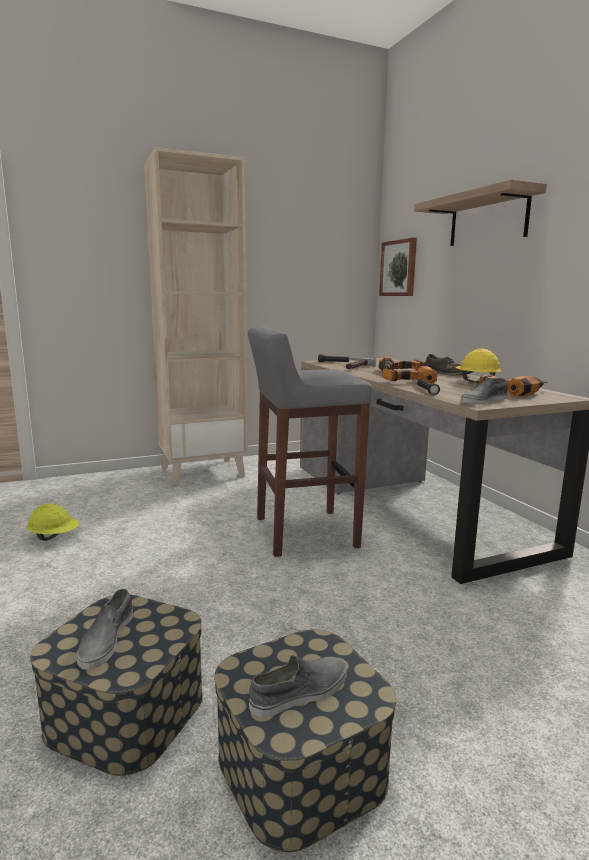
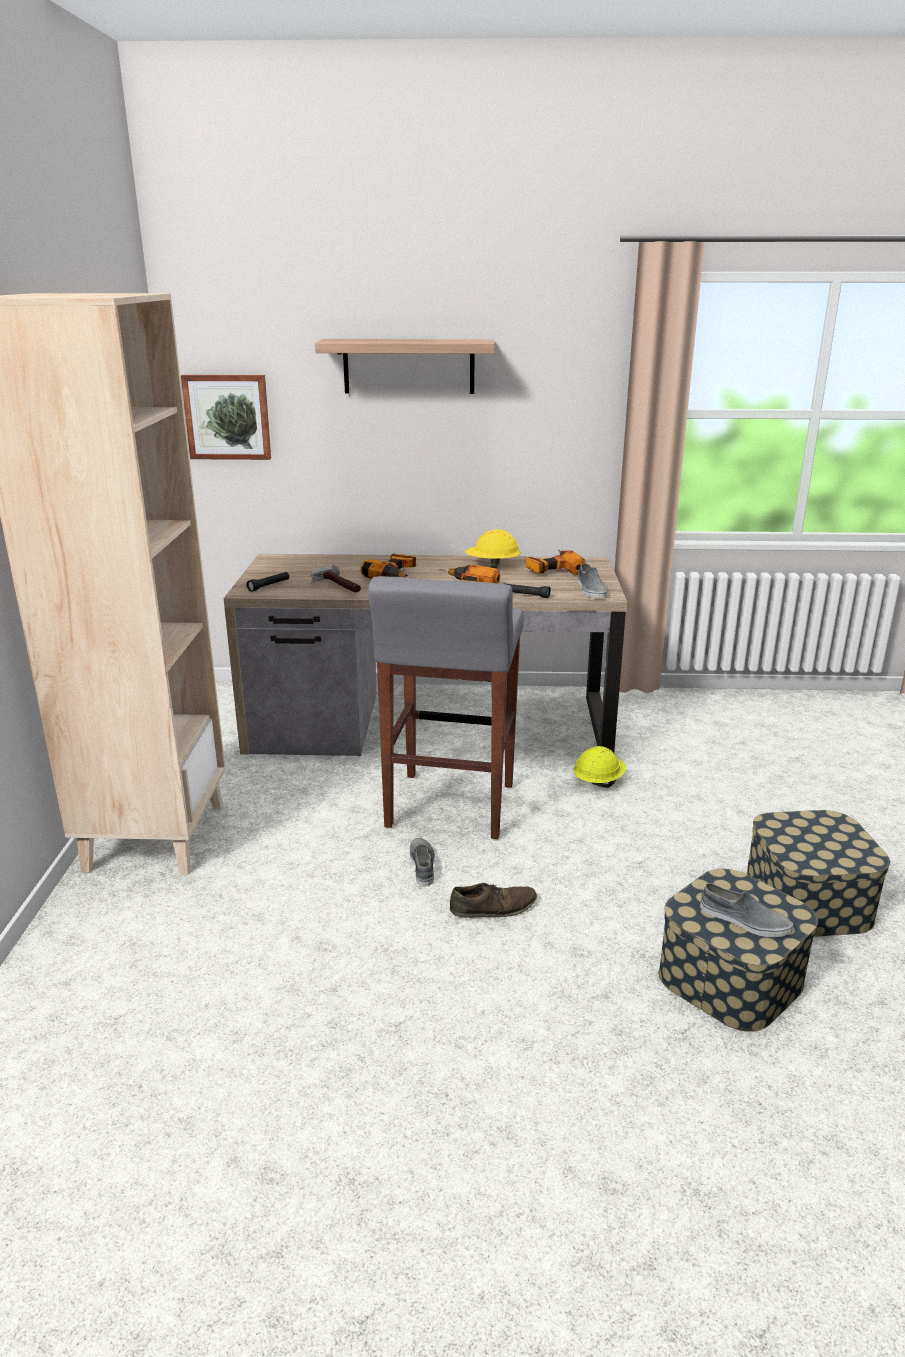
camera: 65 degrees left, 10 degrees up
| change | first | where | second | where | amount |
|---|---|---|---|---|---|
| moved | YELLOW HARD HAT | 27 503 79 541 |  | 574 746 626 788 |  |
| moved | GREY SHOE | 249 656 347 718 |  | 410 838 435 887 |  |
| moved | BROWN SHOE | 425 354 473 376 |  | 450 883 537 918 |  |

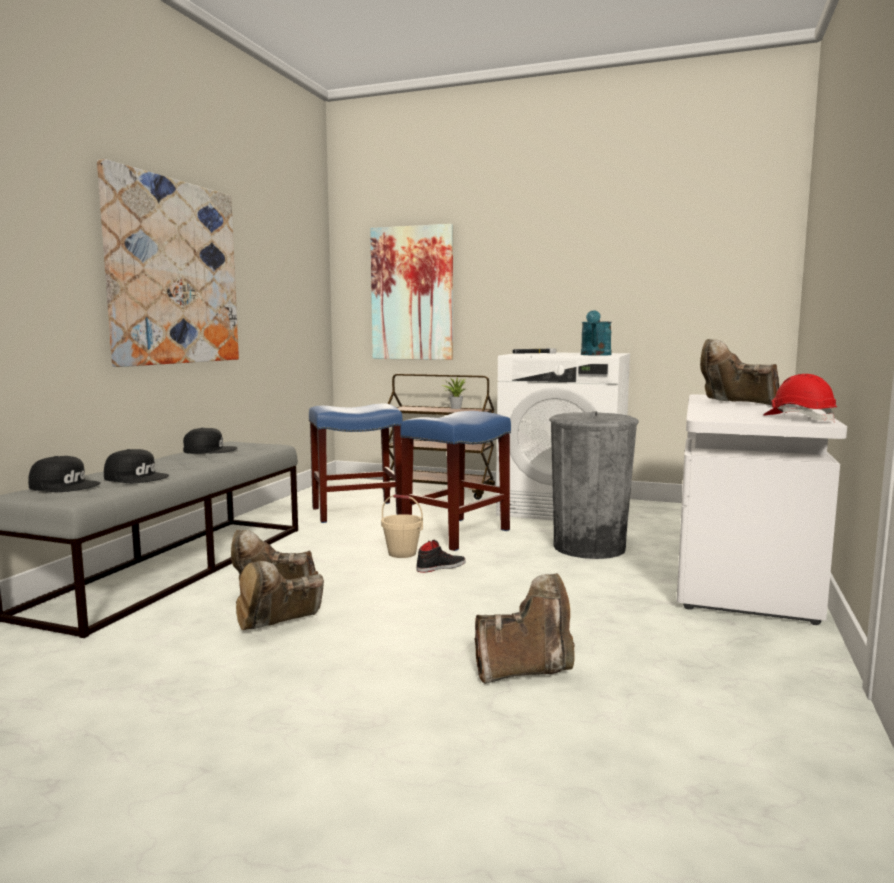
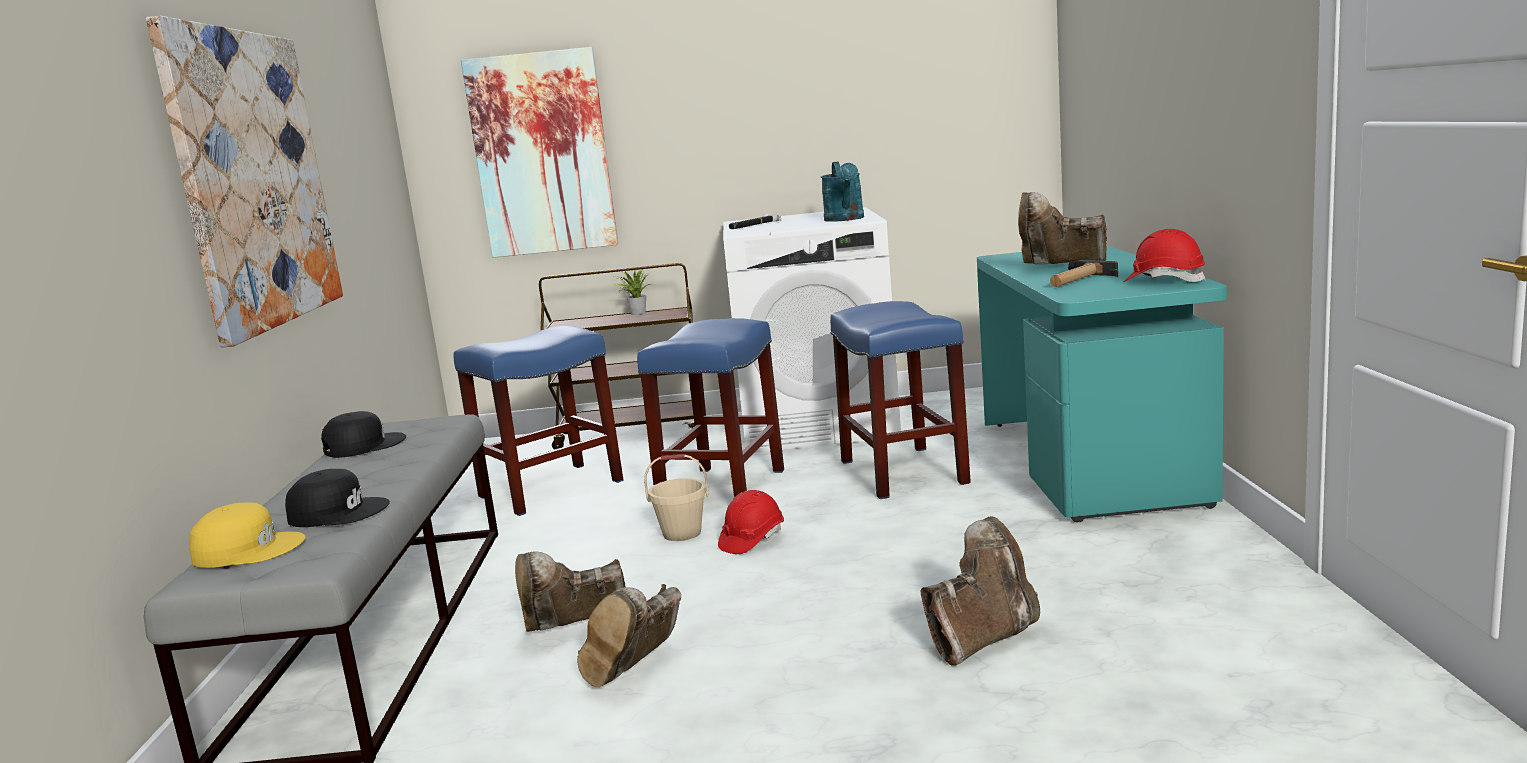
camera: 20 degrees left, 5 degrees up
| change | first | where | second | where | amount |
|---|---|---|---|---|---|
| added |  |  | HAMMER | 1050 260 1118 287 |  |
| replaced | BLACK SHOE | 416 540 466 573 | RED HARD HAT | 718 490 784 554 |  |
| replaced | GREY TRASH CAN | 549 411 639 559 | BLUE STOOL | 830 301 971 499 |  |
| recoloured | BLACK CAP | 28 456 101 492 | YELLOW CAP | 189 503 305 568 |  |
| recoloured | WHITE DESK | 677 394 847 625 | TURQUOISE DESK | 977 245 1227 522 |  |

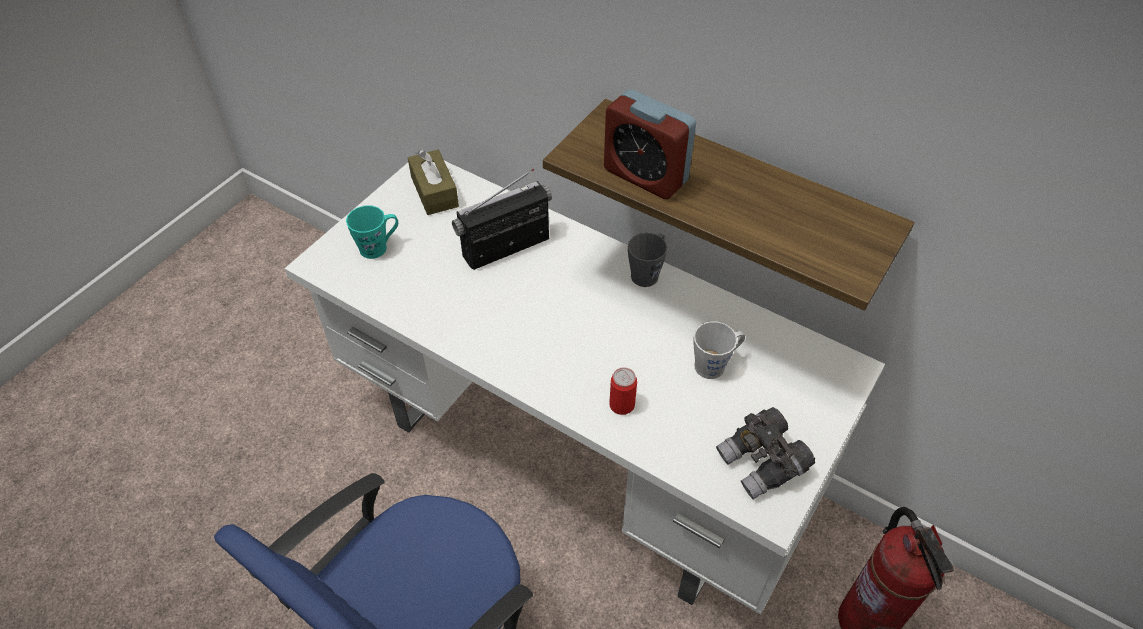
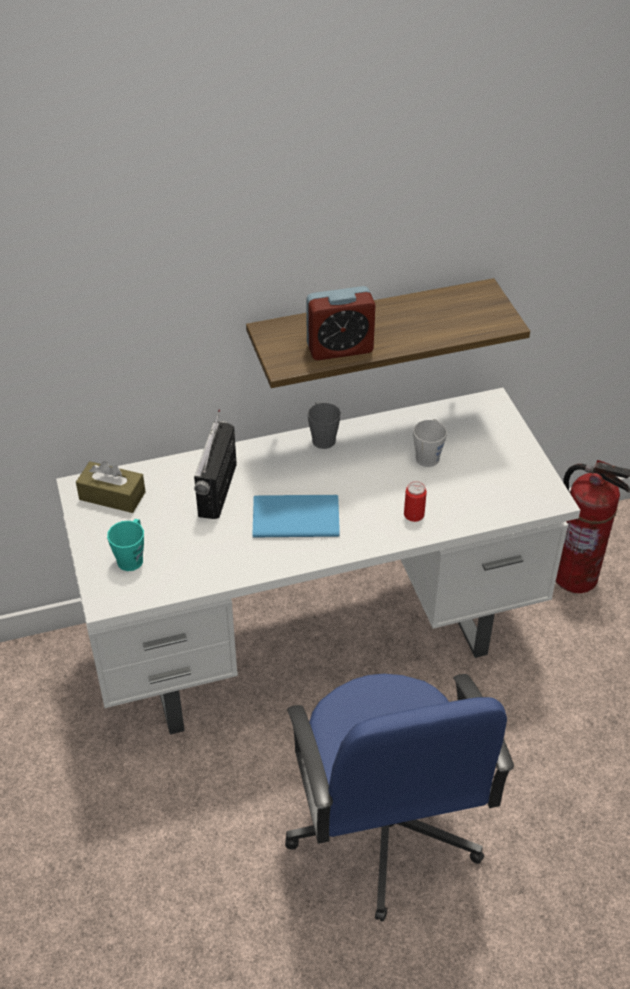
camera: 50 degrees left, 5 degrees down
| change | first | where | second | where | amount |
|---|---|---|---|---|---|
| removed | GREY BINOCULARS | 716 407 815 500 |  |  |  |
| added |  |  | BLUE BOOK | 253 495 340 537 |  |

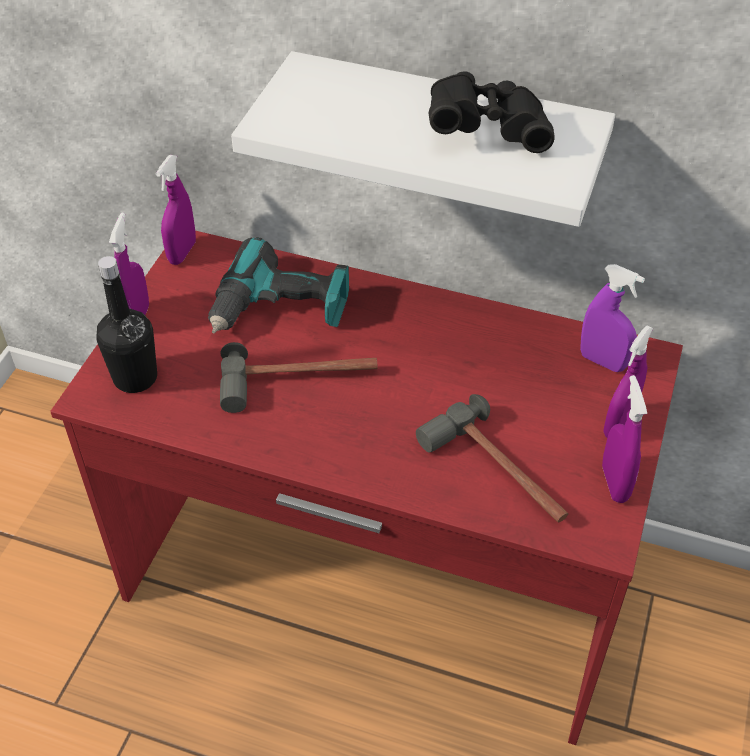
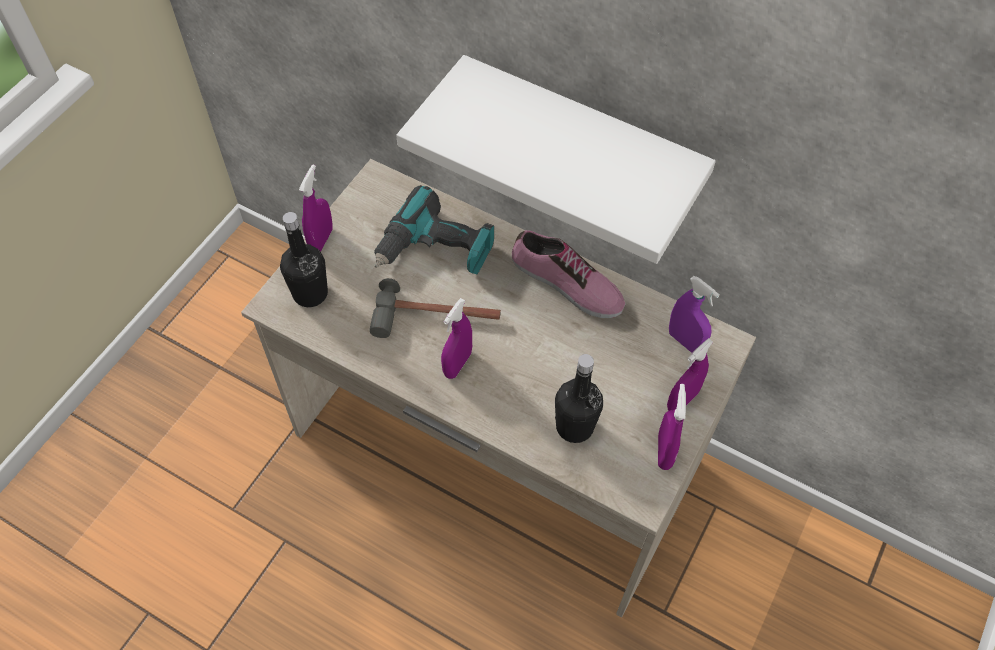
camera: 10 degrees right, 10 degrees up
| change | first | where | second | where | amount |
|---|---|---|---|---|---|
| removed | BLACK BINOCULARS | 429 71 555 153 |  |  |  |
| added |  |  | SHOE | 512 230 626 318 |  |
| moved | PURPLE SPRAY BOTTLE | 156 155 196 265 |  | 441 298 472 379 |  |
| replaced | HAMMER | 416 394 568 522 | BLACK BOTTLE | 555 354 603 443 |  |
| recoloured | RED DESK | 50 231 683 745 | BEIGE DESK | 241 159 756 618 |  |

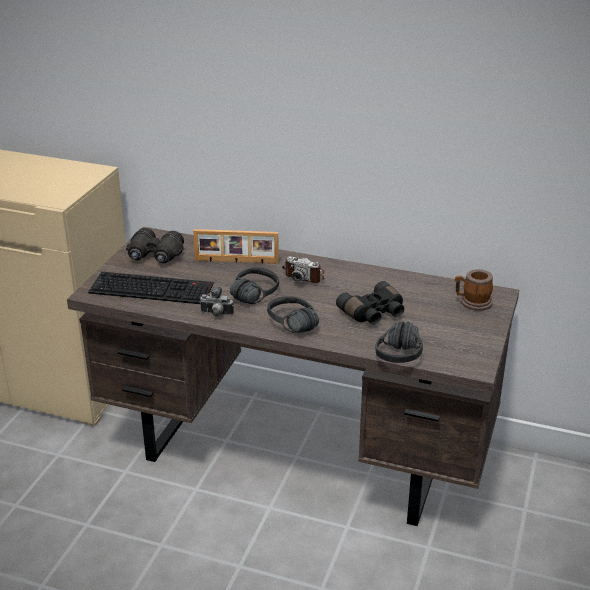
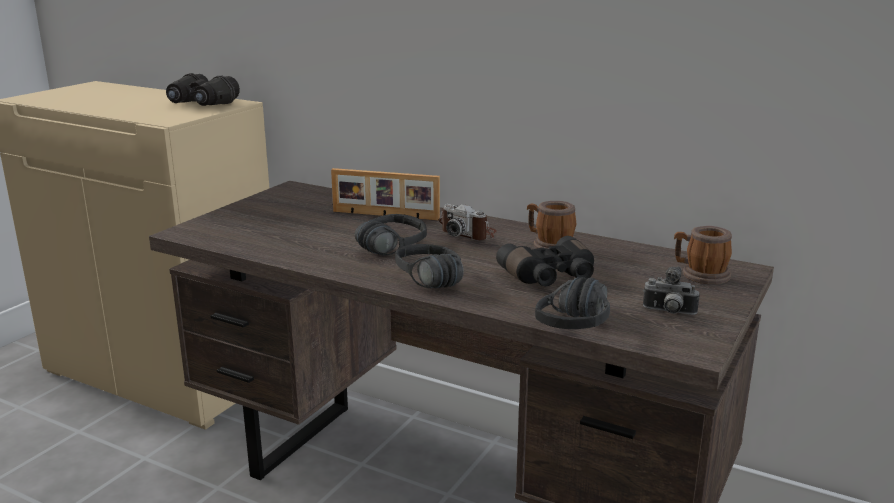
camera: 10 degrees right, 10 degrees down
| change | first | where | second | where | amount |
|---|---|---|---|---|---|
| removed | KEYBOARD | 88 272 214 304 |  |  |  |
| added |  |  | MUG | 527 201 577 249 |  |
| moved | BLACK BINOCULARS | 126 228 184 263 |  | 166 73 240 106 |  |
| moved | PHOTO CAMERA | 199 286 234 317 |  | 643 267 700 315 |  |

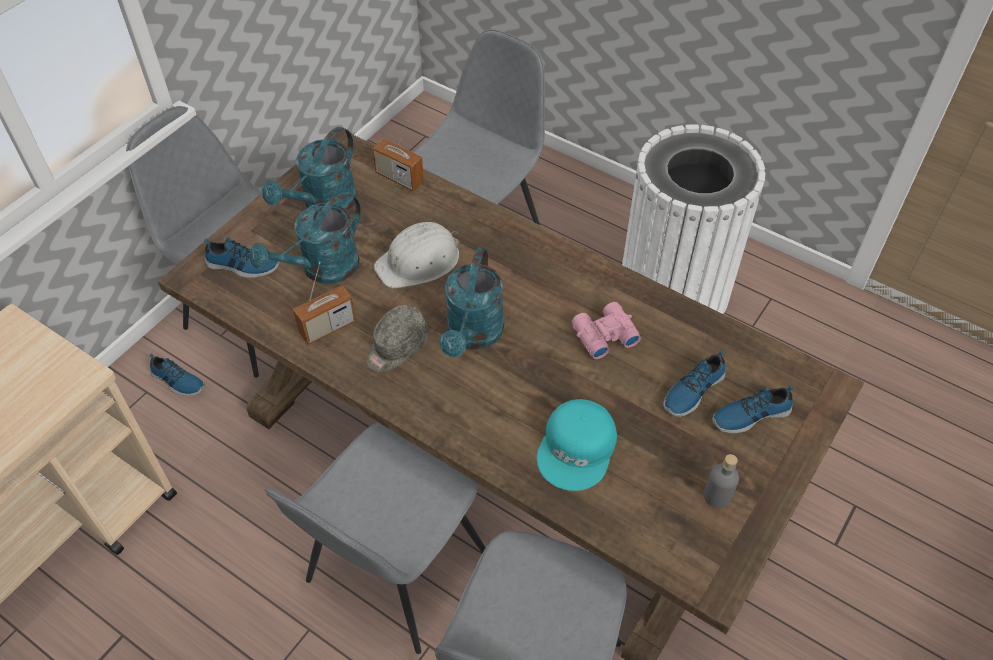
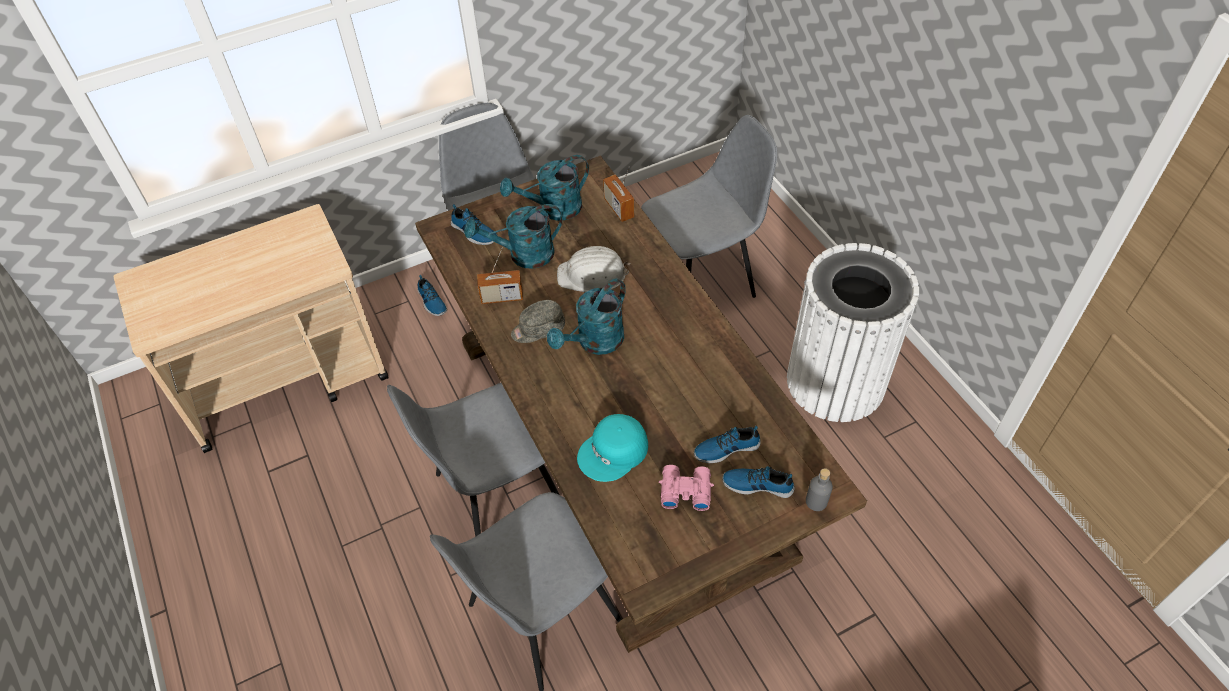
camera: 30 degrees right, 0 degrees up
| change | first | where | second | where | amount |
|---|---|---|---|---|---|
| moved | PINK BINOCULARS | 572 302 641 359 |  | 659 465 714 511 |  |
| moved | GREY BOTTLE | 703 454 739 508 |  | 806 468 833 511 |  |

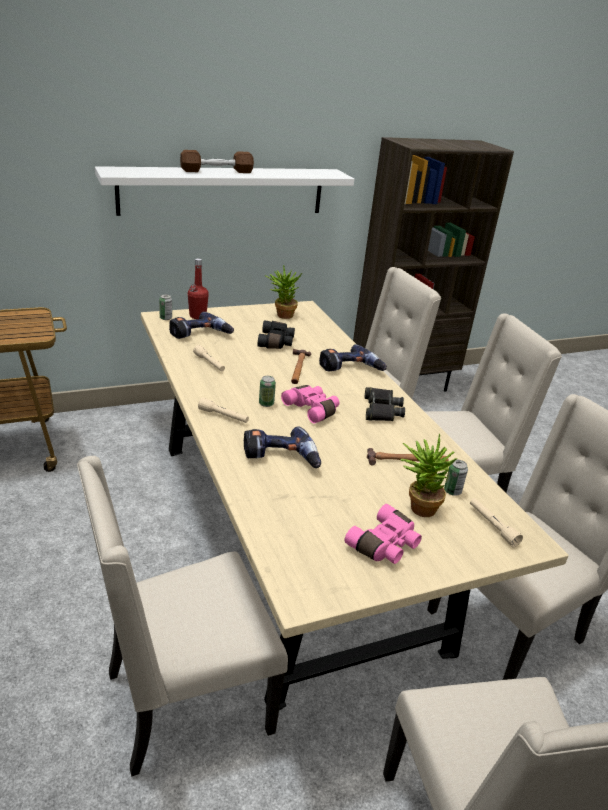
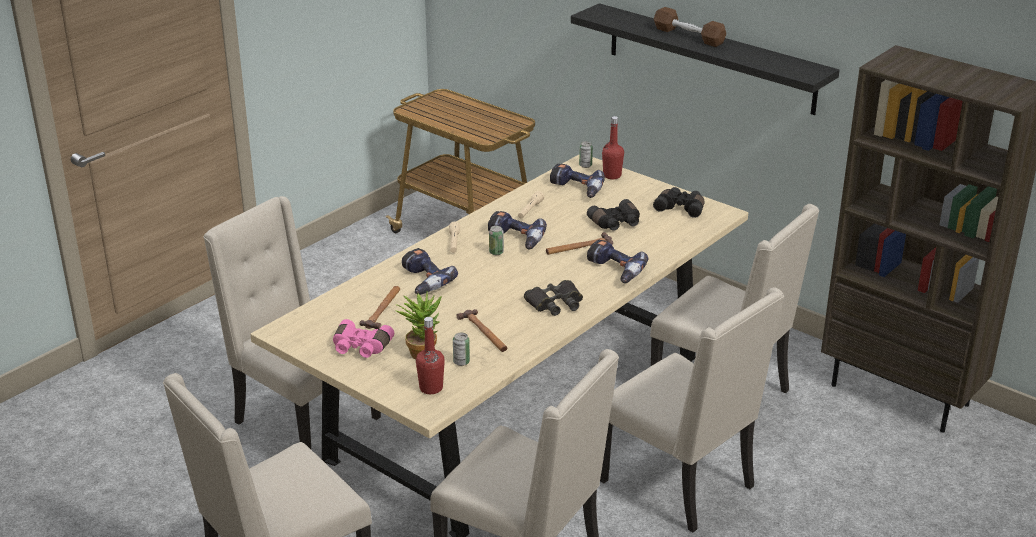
camera: 65 degrees right, 0 degrees up
| change | first | where | second | where | amount |
|---|---|---|---|---|---|
| removed | PINK BINOCULARS | 281 385 339 423 |  |  |  |
| added |  |  | HAMMER | 360 286 400 329 |  |
| added |  |  | POWER DRILL | 488 211 547 250 |  |
| replaced | POTTED PLANT | 265 265 302 319 | BLACK BINOCULARS | 653 187 705 218 |  |
| replaced | BEIGE FLASHLIGHT | 470 498 523 547 | RED BOTTLE | 416 317 445 394 |  |
| recoloured | WHITE SHELF | 95 166 354 216 | BLACK SHELF | 571 3 840 115 |  |

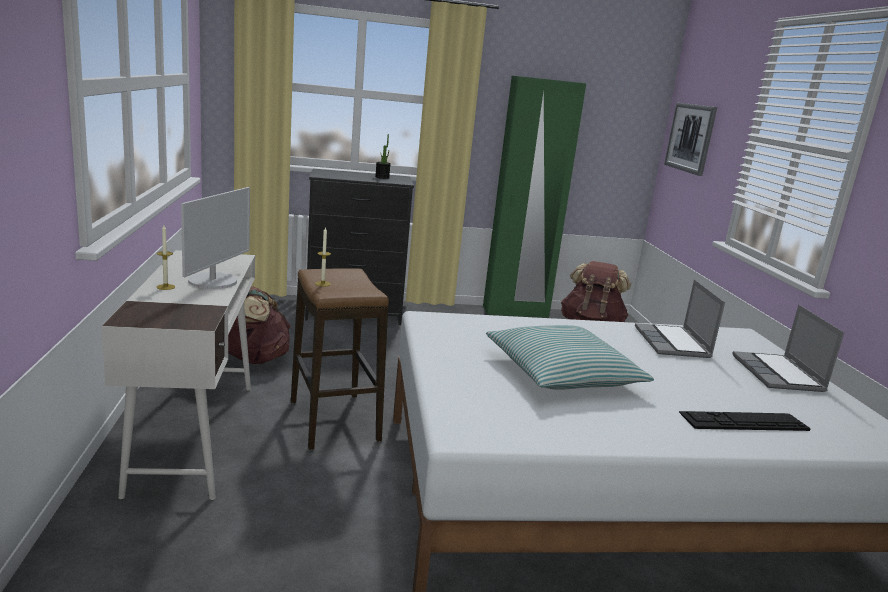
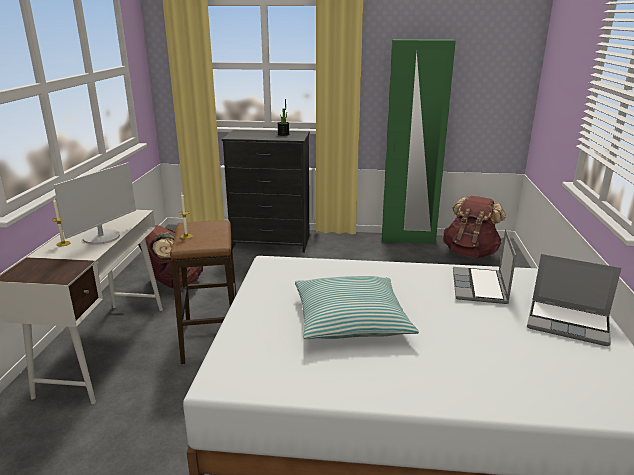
camera: 15 degrees right, 5 degrees up
| change | first | where | second | where | amount |
|---|---|---|---|---|---|
| removed | PICTURE | 664 103 717 176 |  |  |  |
| removed | KEYBOARD | 679 411 811 431 |  |  |  |
| turned | LAPTOP | 732 305 844 392 |  | 527 254 622 346 | 75 degrees counterclockwise |

